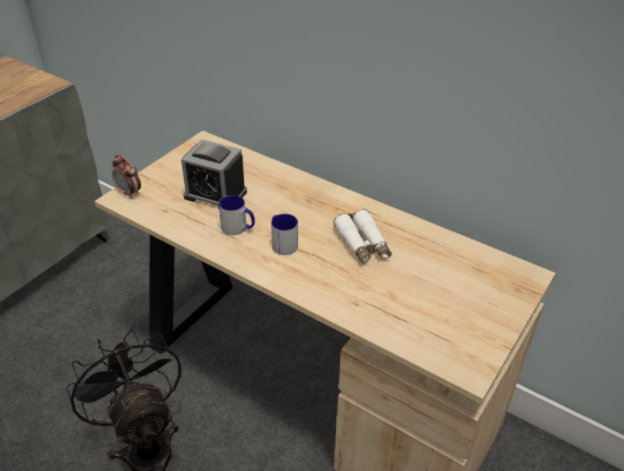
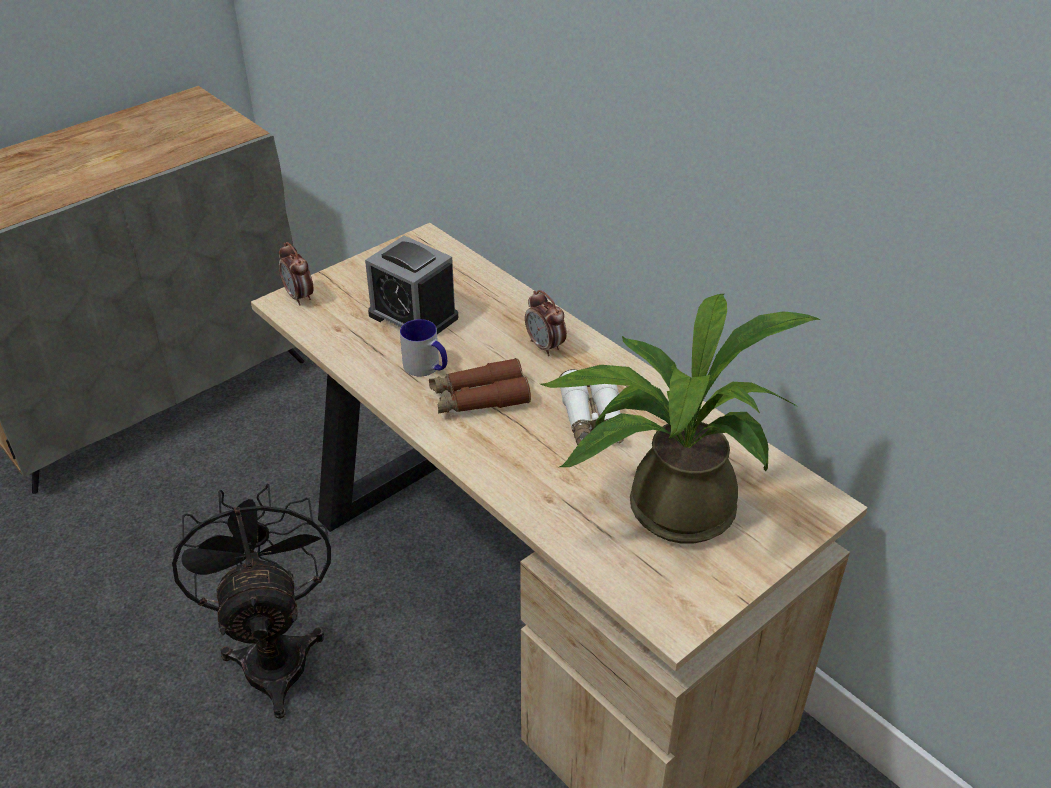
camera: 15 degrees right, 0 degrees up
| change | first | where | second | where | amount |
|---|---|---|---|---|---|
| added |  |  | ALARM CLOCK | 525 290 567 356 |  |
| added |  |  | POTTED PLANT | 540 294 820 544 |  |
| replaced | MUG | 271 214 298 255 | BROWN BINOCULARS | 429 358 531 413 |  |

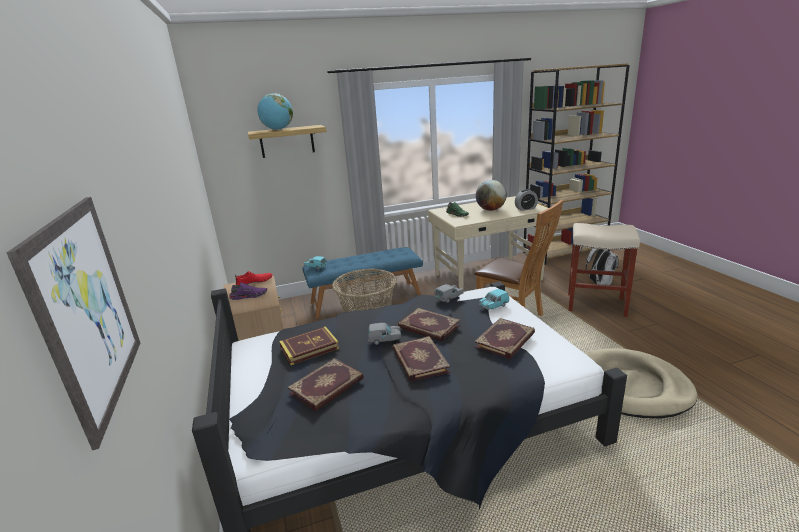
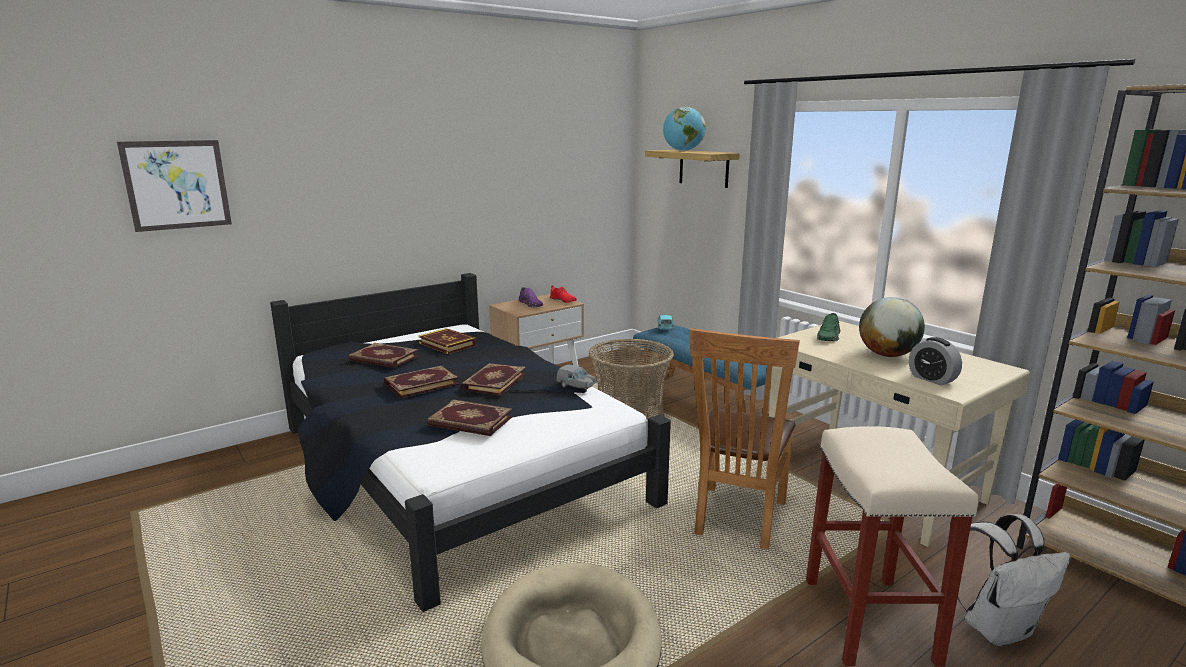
camera: 70 degrees right, 5 degrees down
| change | first | where | second | where | amount |
|---|---|---|---|---|---|
| removed | GREY TOY CAR | 368 323 401 345 |  |  |  |
| removed | TURQUOISE TOY CAR | 479 289 509 310 |  |  |  |

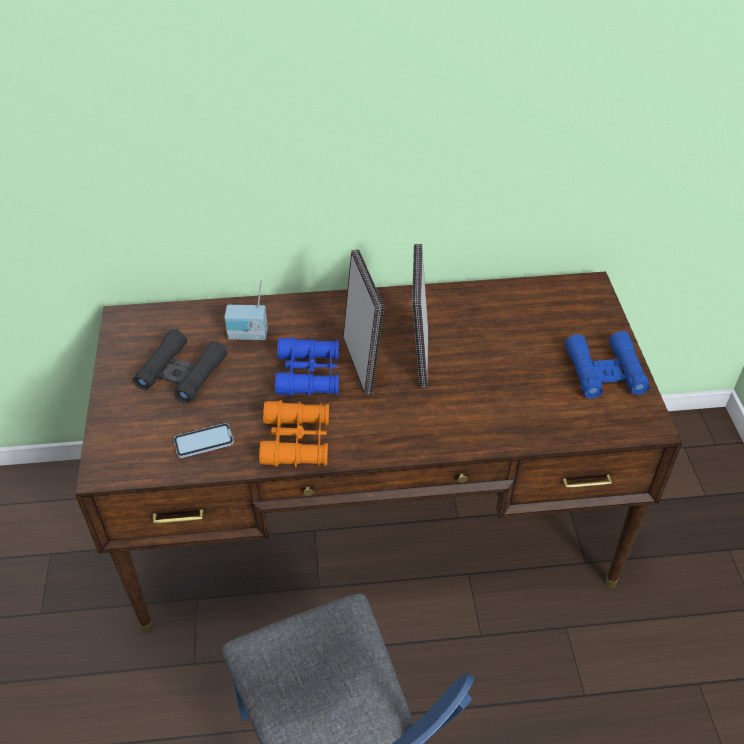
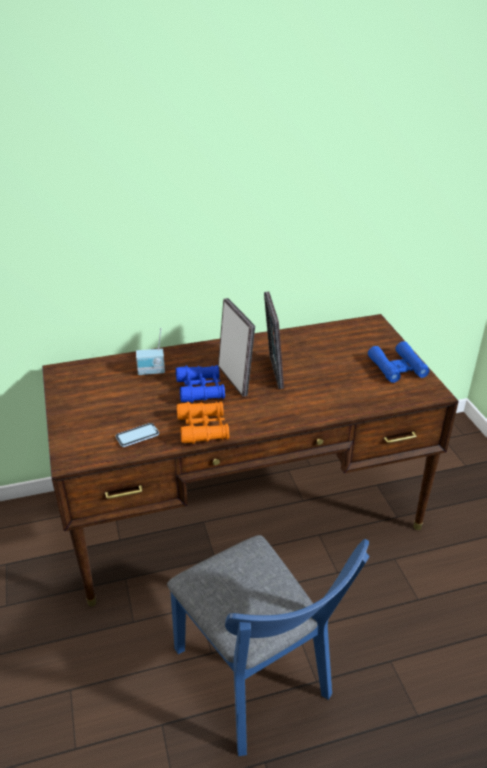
camera: 10 degrees left, 10 degrees down
| change | first | where | second | where | amount |
|---|---|---|---|---|---|
| removed | BLACK BINOCULARS | 133 329 227 404 |  |  |  |

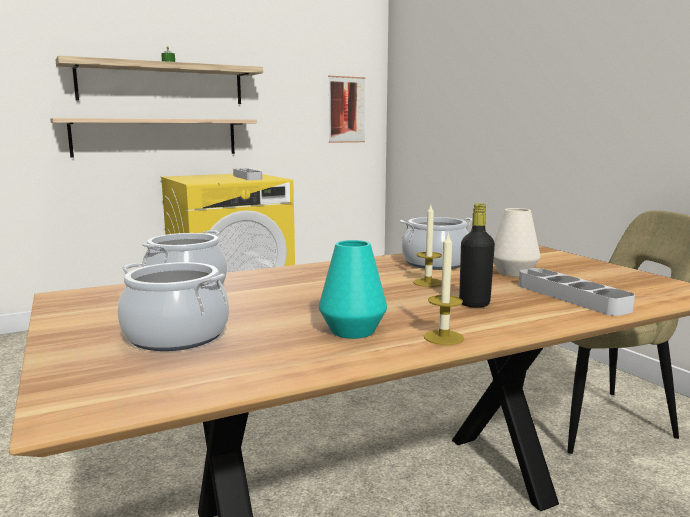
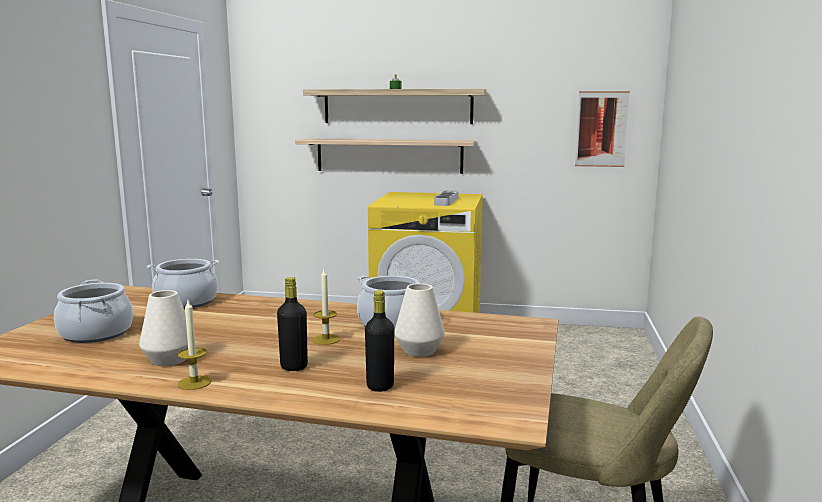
camera: 40 degrees right, 0 degrees up
| change | first | where | second | where | amount |
|---|---|---|---|---|---|
| replaced | GREY TRAY | 519 268 635 316 | BLACK BOTTLE | 365 290 394 392 |  |
| recoloured | TURQUOISE VASE | 319 240 387 339 | WHITE VASE | 139 290 188 366 |  |

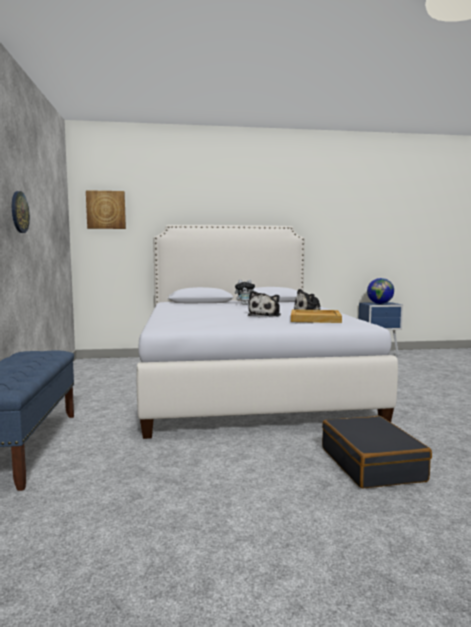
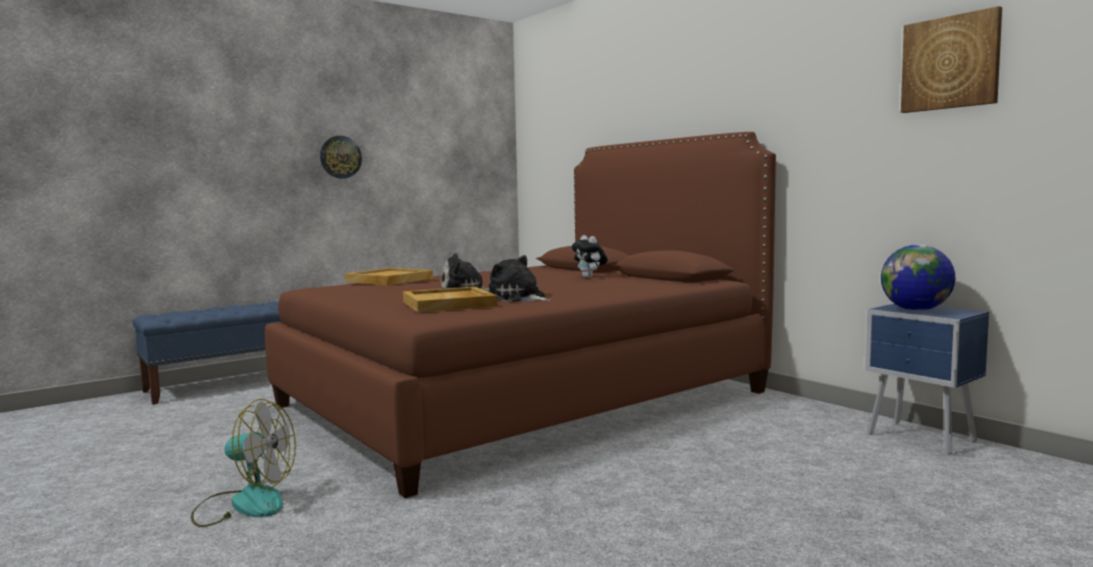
camera: 60 degrees right, 0 degrees up
| change | first | where | second | where | amount |
|---|---|---|---|---|---|
| added |  |  | BEIGE TRAY | 345 268 433 285 |  |
| moved | PICTURE | 86 190 126 229 |  | 901 6 1002 113 |  |
| replaced | BLACK SUITCASE | 322 416 432 488 | FAN | 191 399 296 527 |  |
| recoloured | WHITE BED | 137 225 398 439 | BROWN BED | 265 132 776 498 |  |

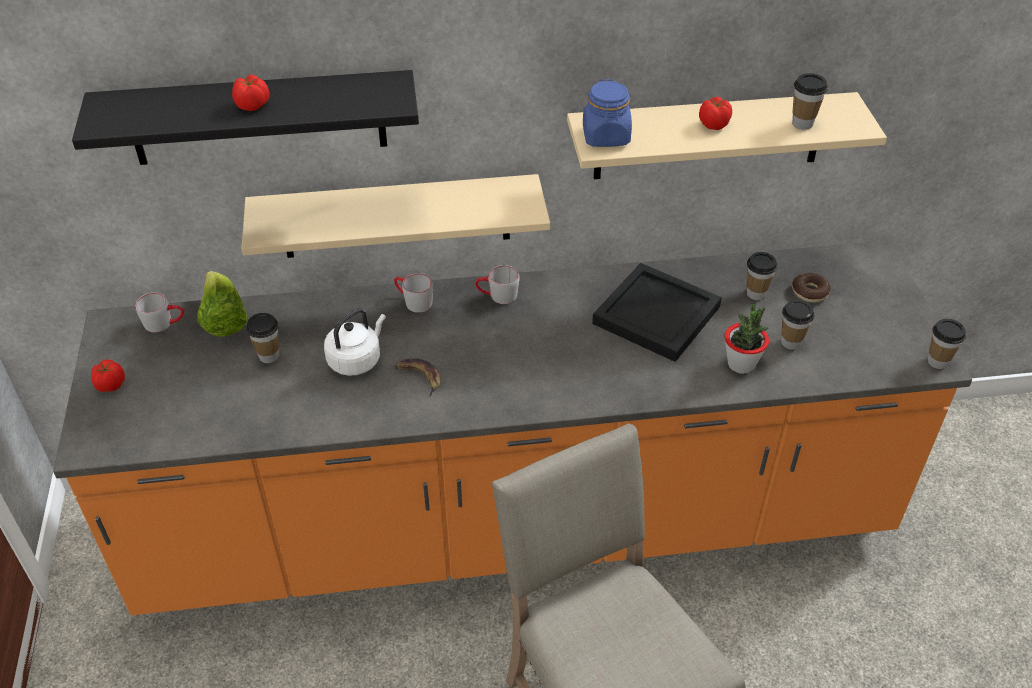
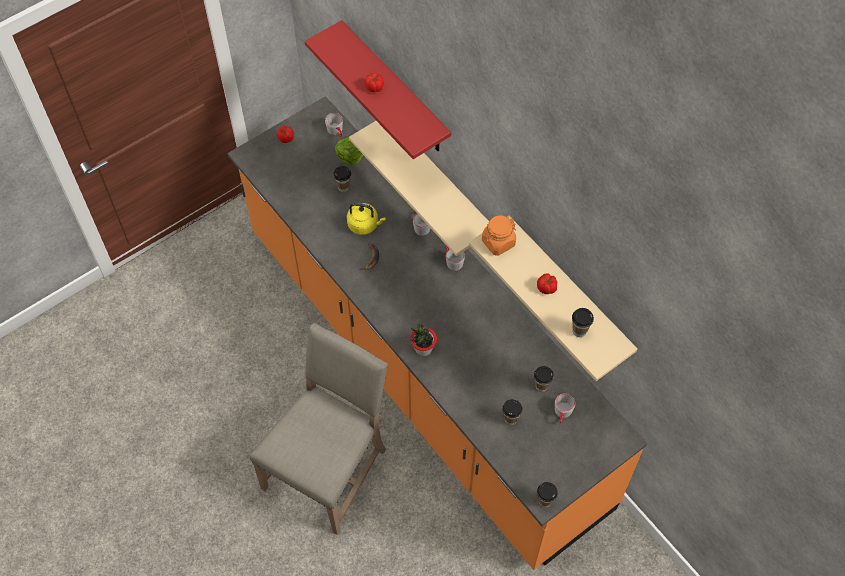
camera: 60 degrees right, 15 degrees up
| change | first | where | second | where | amount |
|---|---|---|---|---|---|
| removed | BLACK TRAY | 592 263 722 362 |  |  |  |
| moved | POTTED PLANT | 724 304 769 374 |  | 410 323 437 356 |  |
| replaced | DONUT | 792 273 831 302 | GREY MUG | 555 394 575 423 |  |
| recoloured | BLACK SHELF | 72 70 419 165 | RED SHELF | 305 20 451 159 |  |
| recoloured | WHITE KETTLE | 324 308 386 376 | YELLOW KETTLE | 347 203 386 235 |  |
| recoloured | BLUE JAR | 583 79 632 147 | ORANGE JAR | 482 216 516 256 |  |

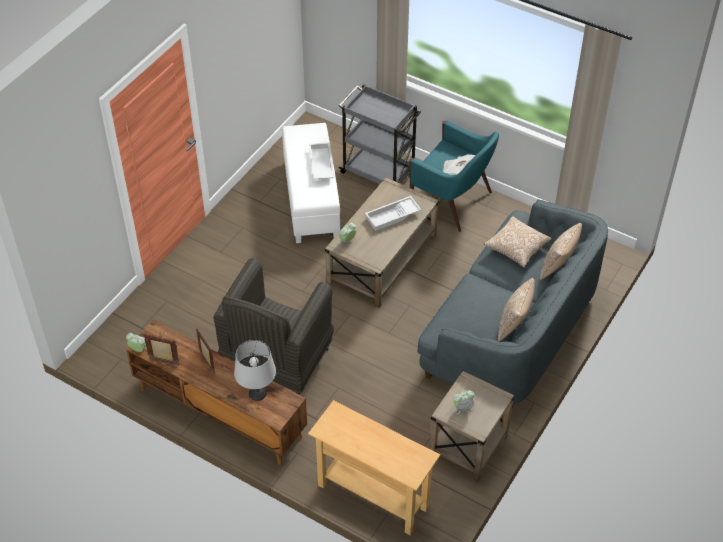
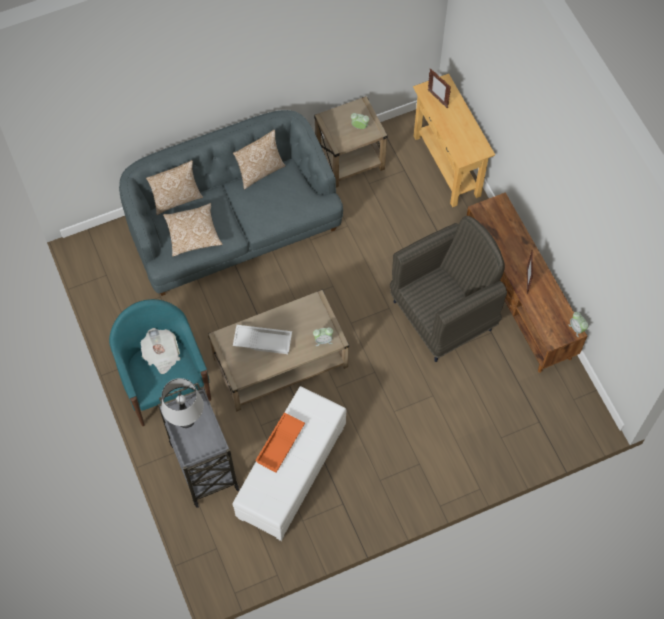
camera: 145 degrees left, 15 degrees up
| change | first | where | second | where | amount |
|---|---|---|---|---|---|
| moved | PICTURE FRAME | 144 334 179 365 |  | 428 69 451 108 |  |
| moved | GREY TABLE LAMP | 234 340 276 401 |  | 161 378 204 428 |  |
| recoloured | WHITE TRAY | 309 142 334 180 | ORANGE TRAY | 255 412 305 472 |  |

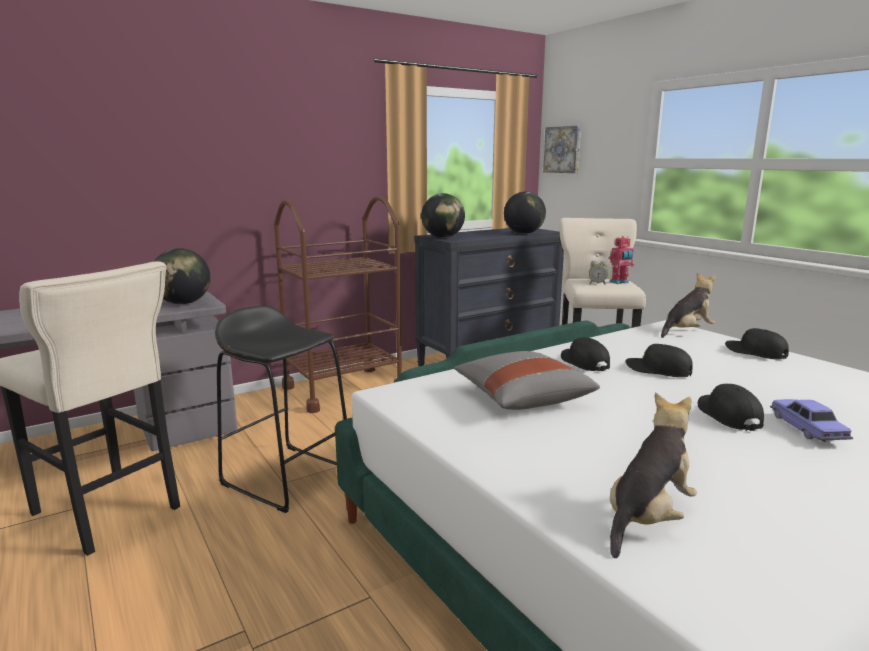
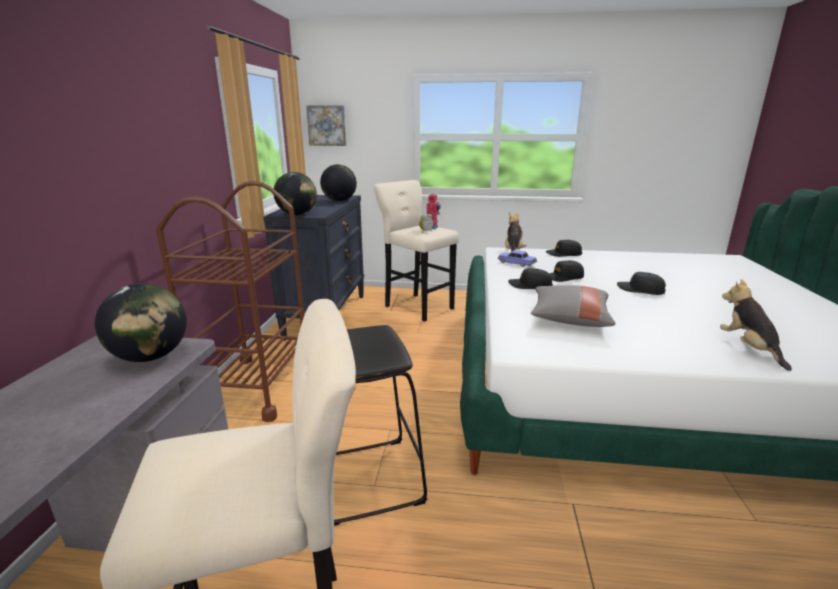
camera: 50 degrees left, 5 degrees up
| change | first | where | second | where | amount |
|---|---|---|---|---|---|
| moved | TOY CAR | 770 399 853 442 |  | 498 250 537 267 |  |

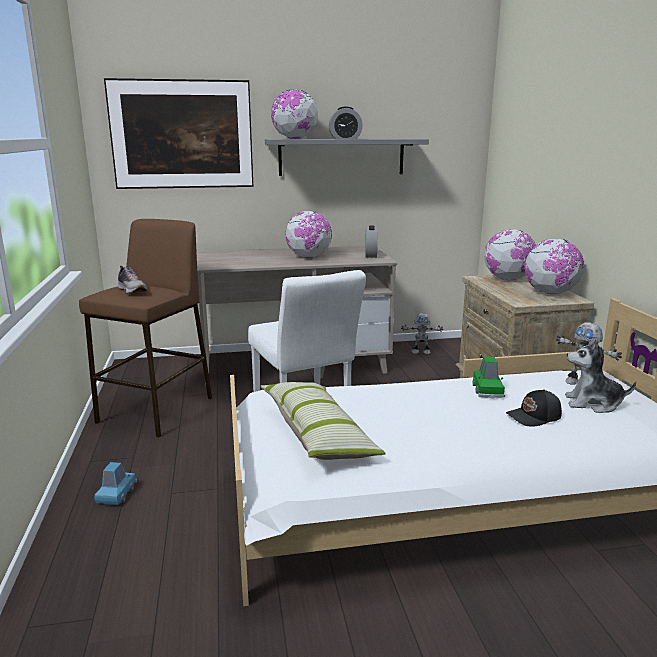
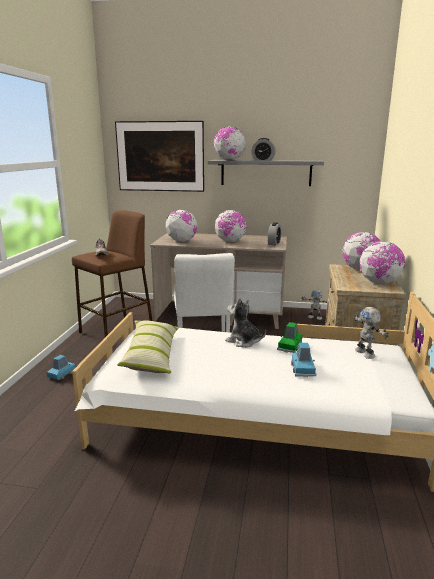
camera: 20 degrees right, 0 degrees up
| change | first | where | second | where | amount |
|---|---|---|---|---|---|
| added |  |  | GLOBE | 166 210 197 242 |  |
| moved | PLUSH TOY | 565 339 636 413 |  | 225 298 266 348 |  |
| replaced | BLACK CAP | 506 389 562 427 | BLUE TOY CAR | 291 343 316 377 |  |

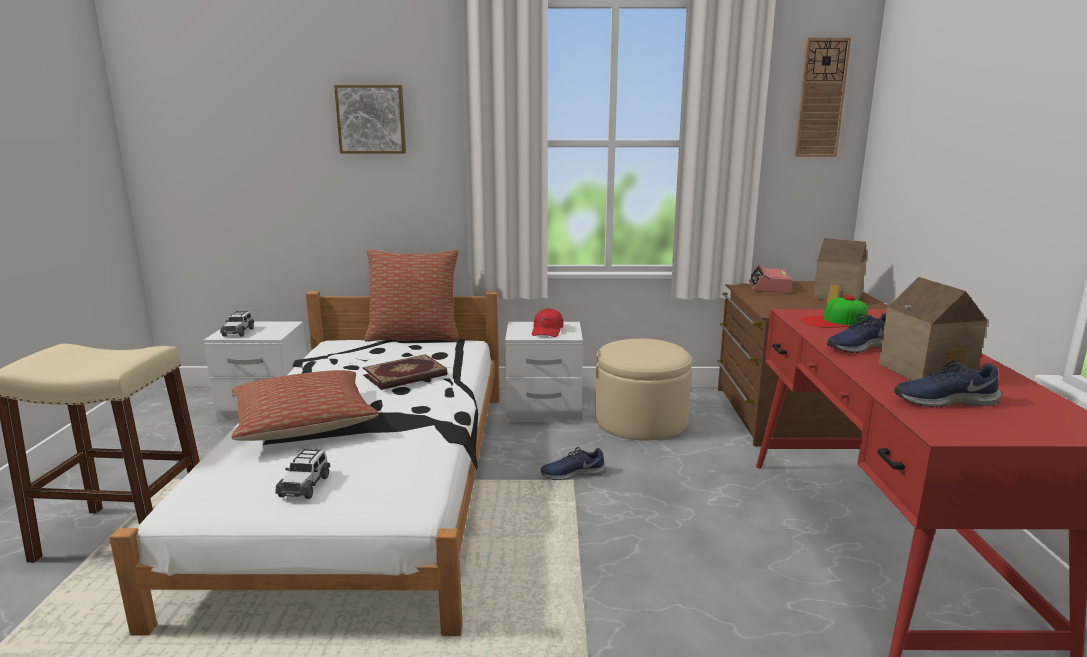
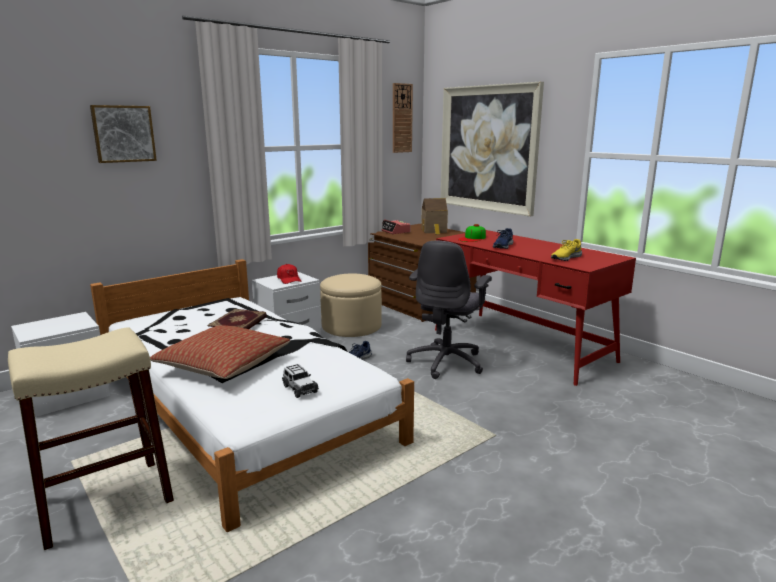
camera: 40 degrees left, 0 degrees up
| change | first | where | second | where | amount |
|---|---|---|---|---|---|
| removed | TOY CAR | 220 311 254 337 |  |  |  |
| removed | PILLOW | 365 250 459 342 |  |  |  |
| removed | TOY HOUSE | 879 277 987 381 |  |  |  |
| added |  |  | GREY OFFICE CHAIR | 406 241 492 379 |  |
| added |  |  | PICTURE | 441 82 544 217 |  |
| recoloured | BLUE SHOE | 894 360 1001 408 | YELLOW SHOE | 551 239 582 261 |  |

